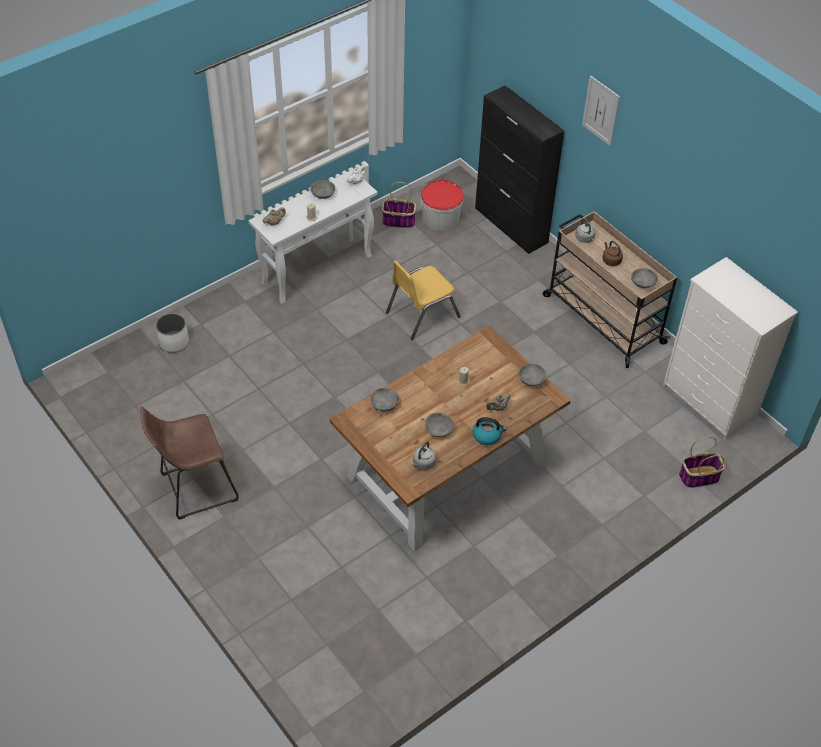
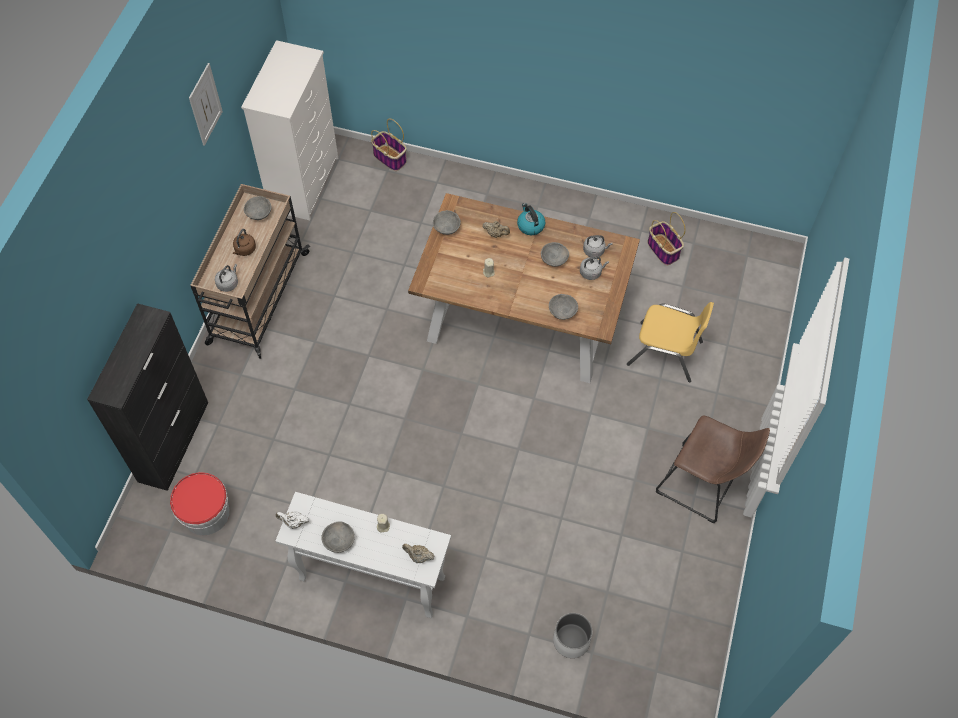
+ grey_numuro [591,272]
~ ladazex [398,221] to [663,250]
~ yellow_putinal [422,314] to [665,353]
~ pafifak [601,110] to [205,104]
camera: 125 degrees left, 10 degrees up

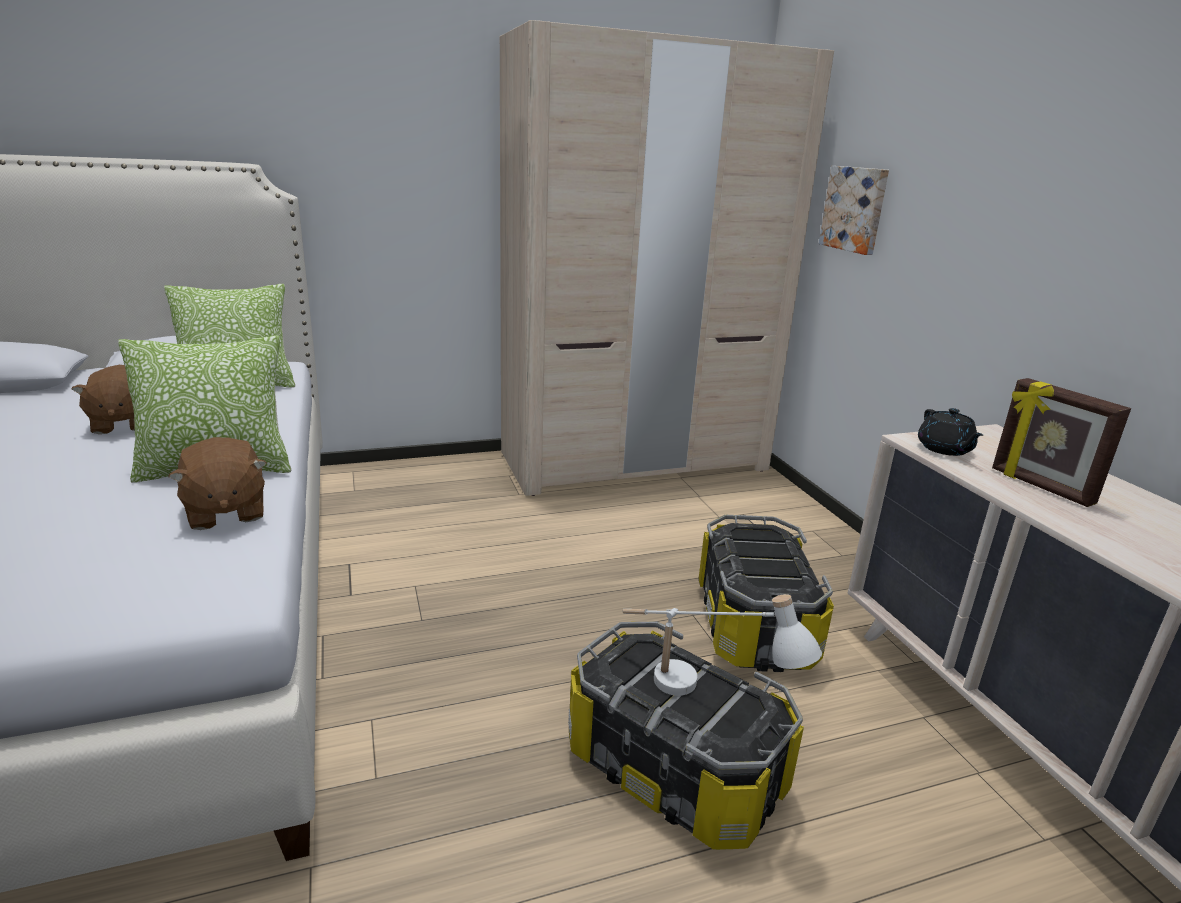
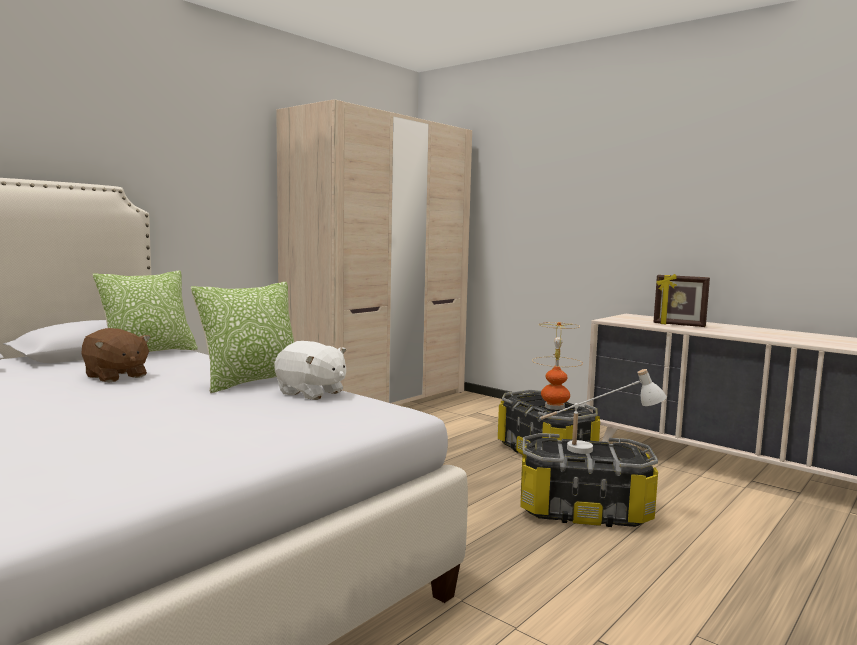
- pafifak [855,209]
- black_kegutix [944,449]
+ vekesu [554,407]
~ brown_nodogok [225,512] to white_nodogok [311,393]
camera: 30 degrees left, 15 degrees down

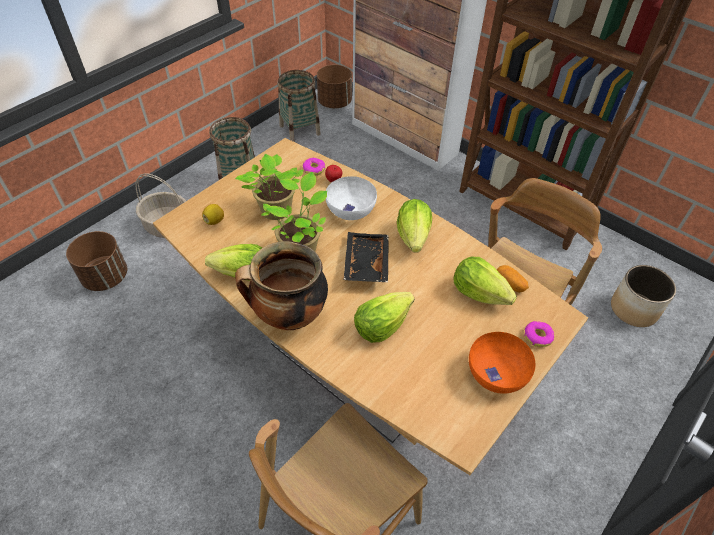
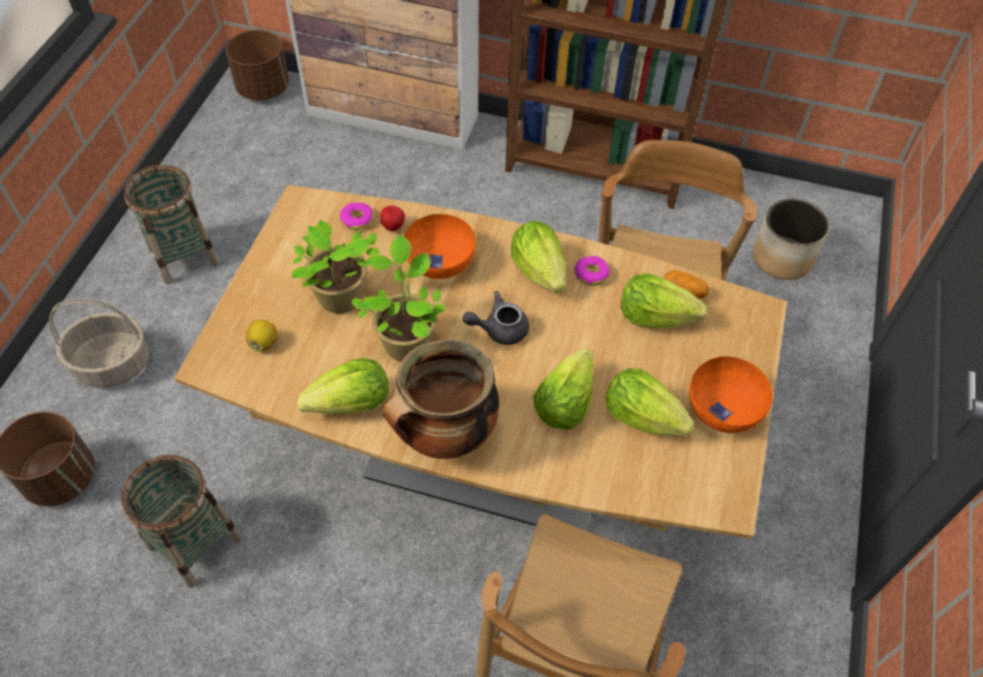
+ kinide [642,416]
~ ladazex [300,130] to [195,542]
~ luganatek [537,336] to [591,274]
~ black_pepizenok [365,263] to grey_kegutix [499,329]
~ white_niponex [350,210] to orange_niponex [440,262]
camera: 25 degrees left, 5 degrees up

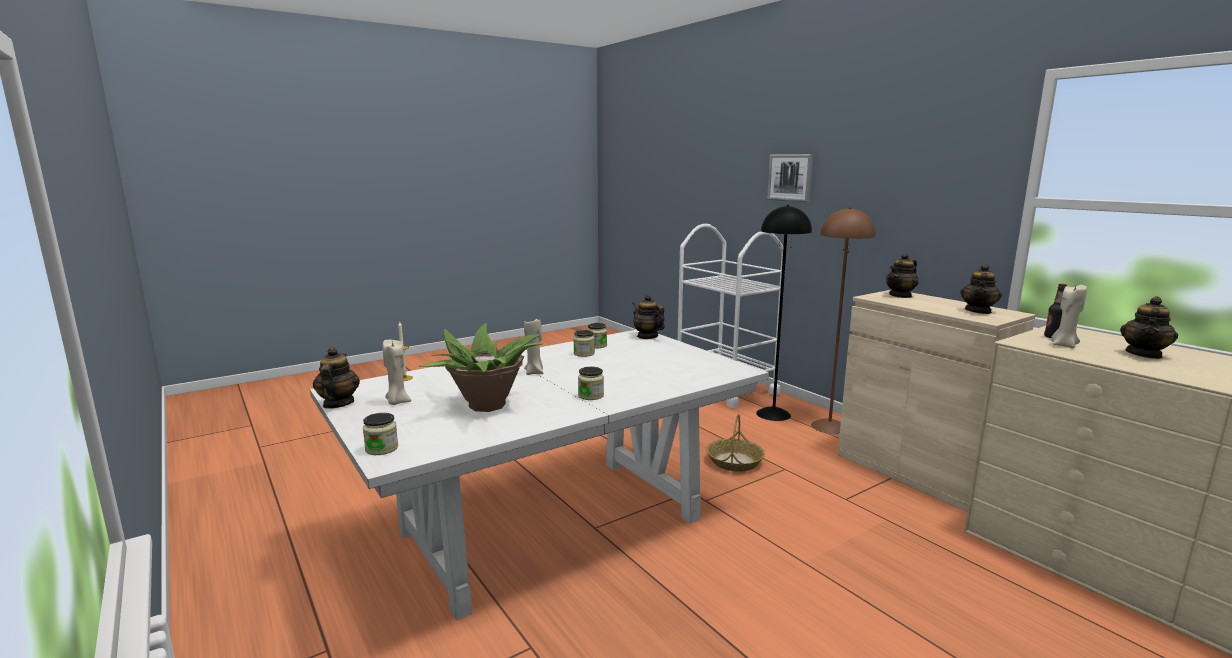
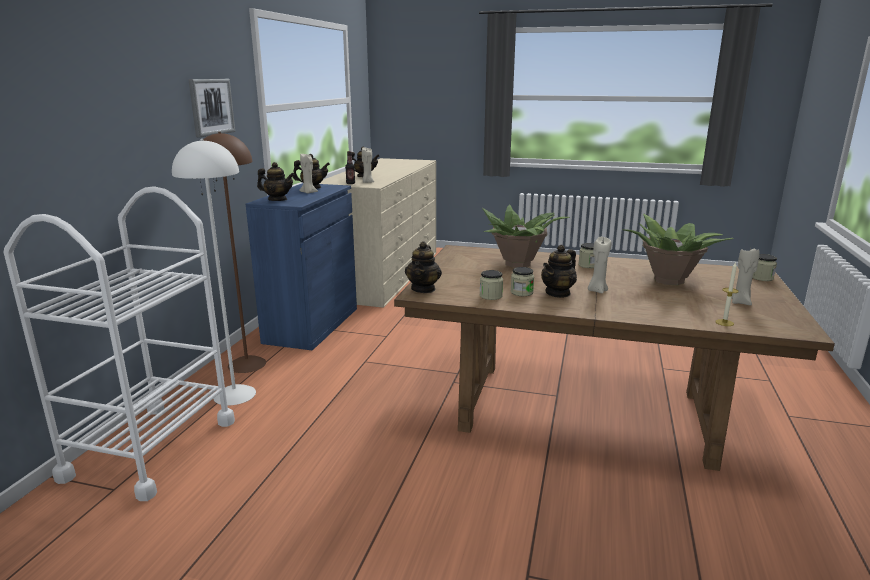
- ladazex [735,462]
+ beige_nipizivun [308,193]
+ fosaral [518,264]
~ kegutix [338,404] to [558,293]
~ pafifak [790,177] to [211,107]
~ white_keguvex [550,526] to brown_keguvex [586,411]
~ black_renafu [773,414] to white_renafu [234,394]
~ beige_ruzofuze [916,471] to blue_ruzofuze [312,325]
camera: 130 degrees left, 5 degrees up

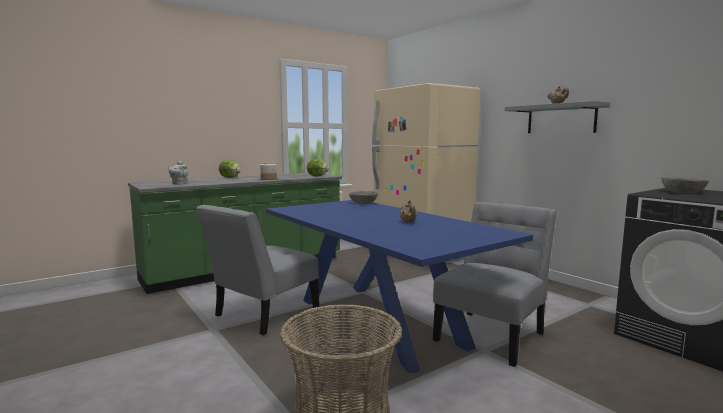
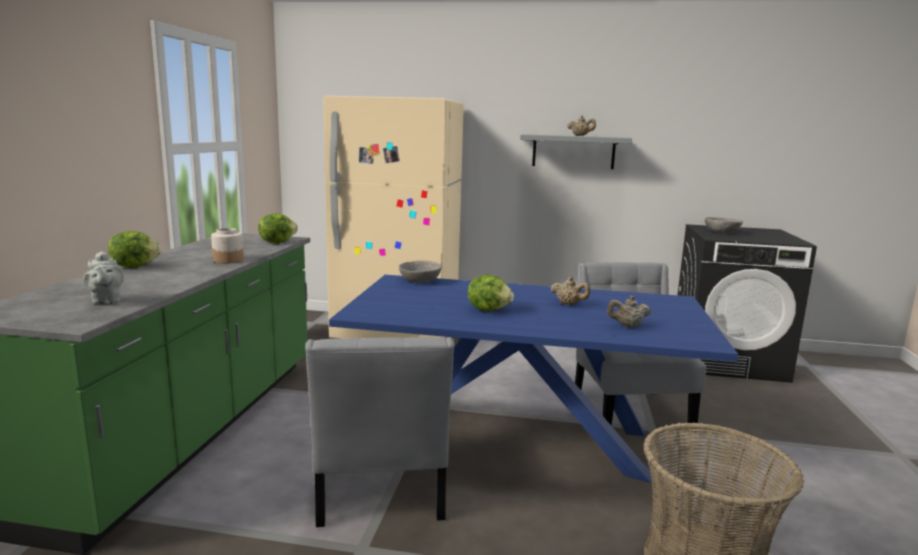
+ kinide [489,310]
+ beige_kegutix [627,326]
camera: 45 degrees left, 5 degrees up

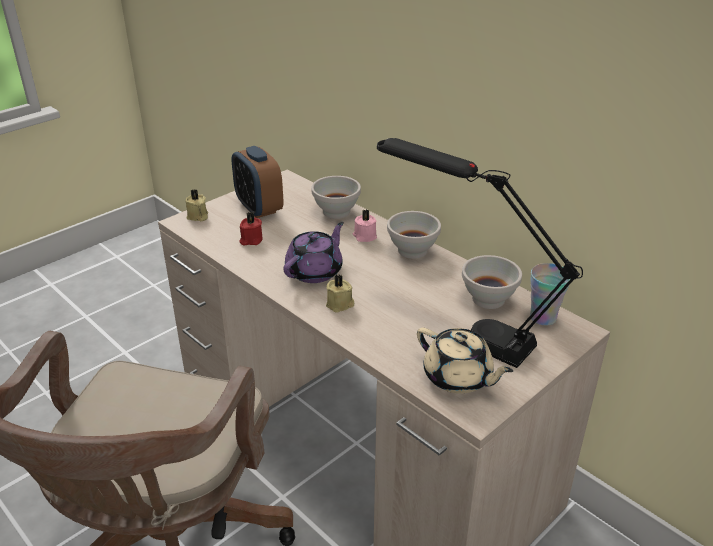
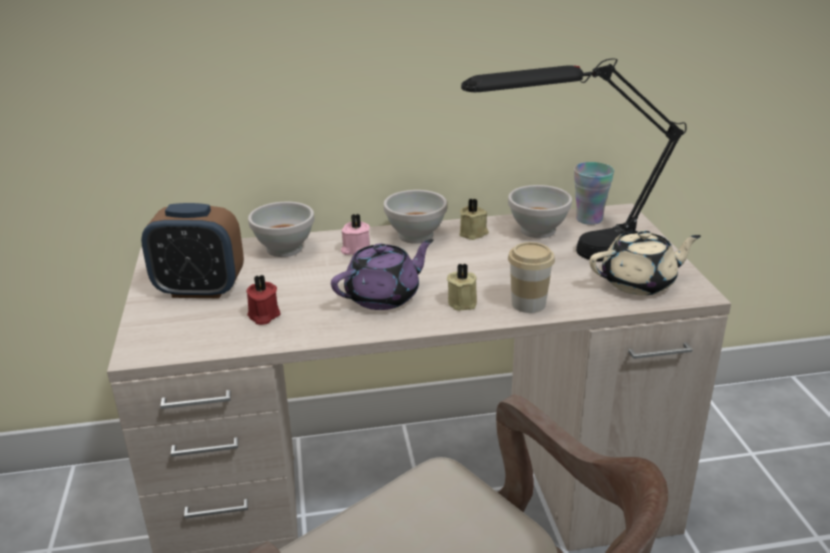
+ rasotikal [528,304]
~ beige_nipizivun [198,216] to [474,233]
~ purple_kegutix [315,271] = [384,296] 75 degrees clockwise
camera: 55 degrees left, 5 degrees down

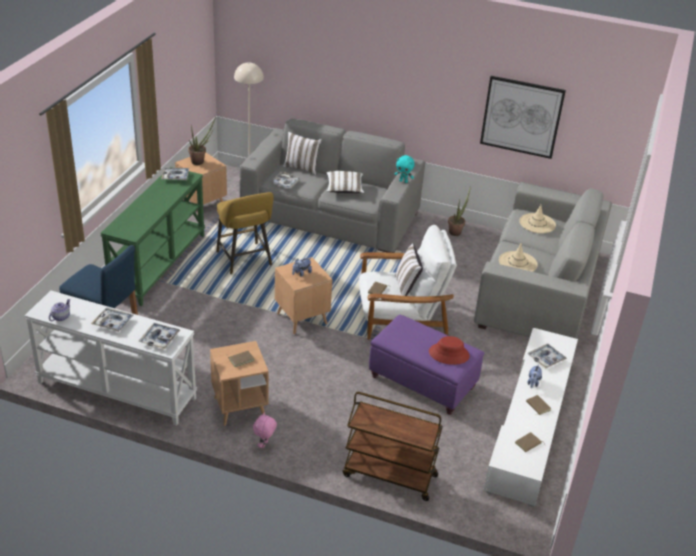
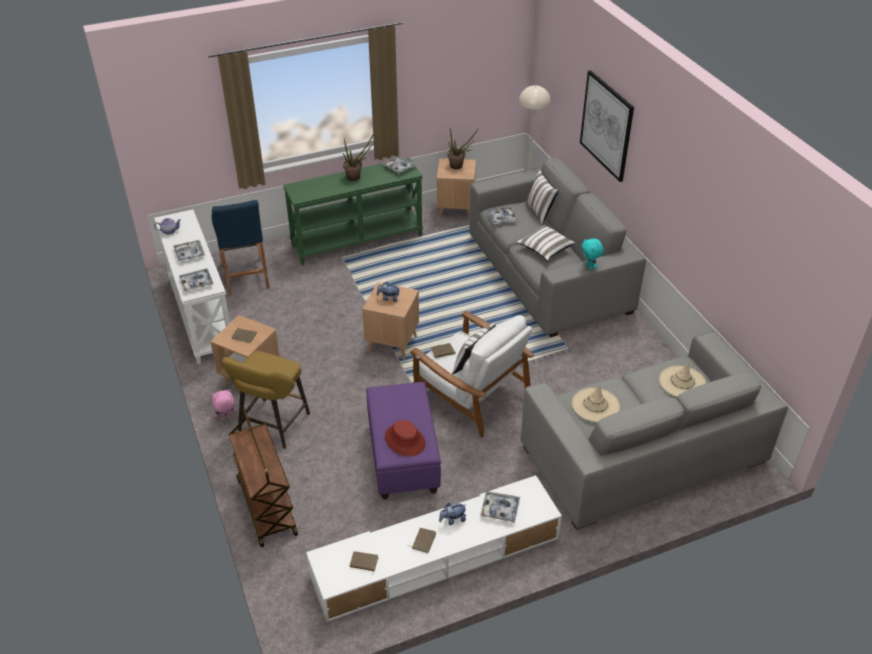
~ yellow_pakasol [245,260] to [272,427]
~ fosaral [456,231] to [356,177]
~ pafifak [521,117] to [606,125]
camera: 50 degrees right, 5 degrees up

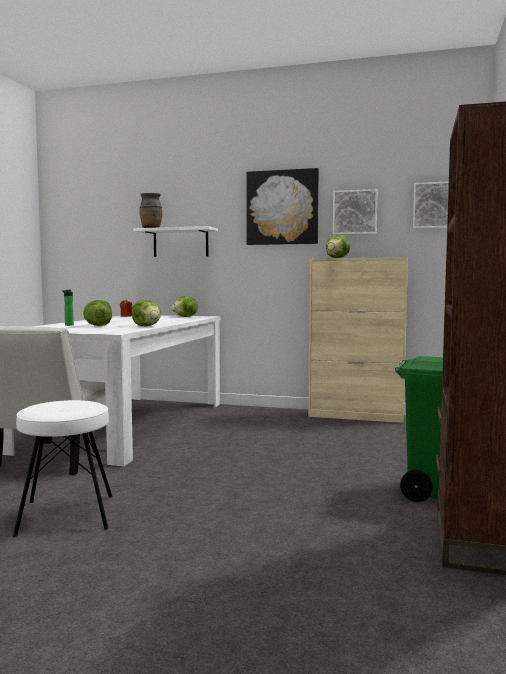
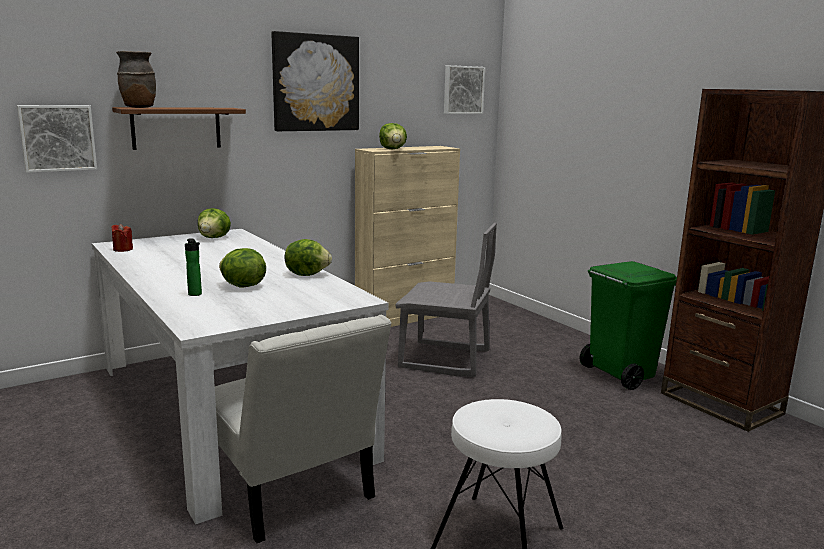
+ grey_putinal [444,360]
~ pafifak [355,212] to [57,138]
~ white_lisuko [180,243] to brown_lisuko [176,128]
camera: 50 degrees left, 10 degrees up

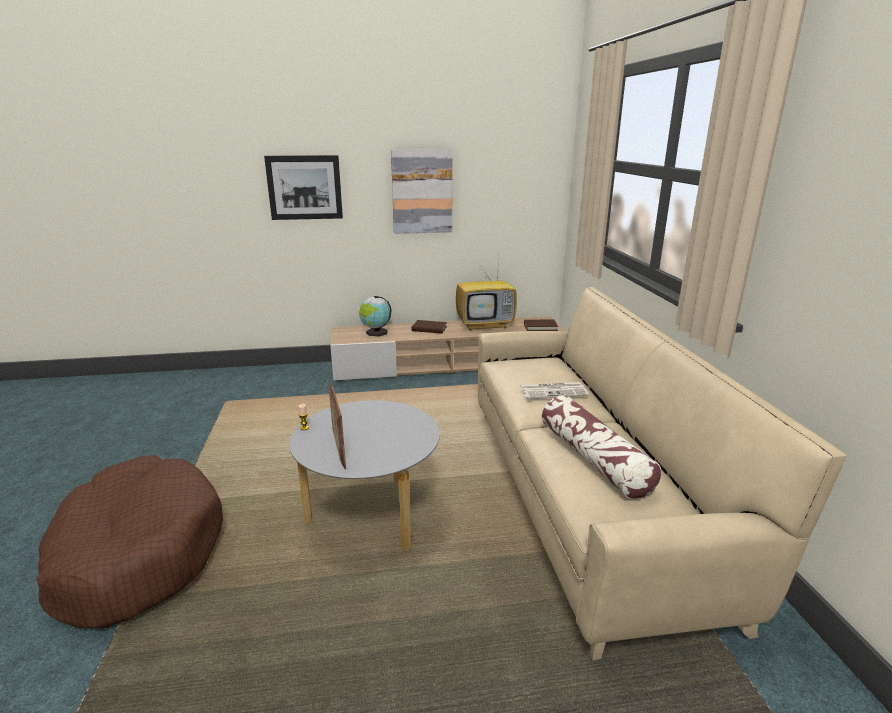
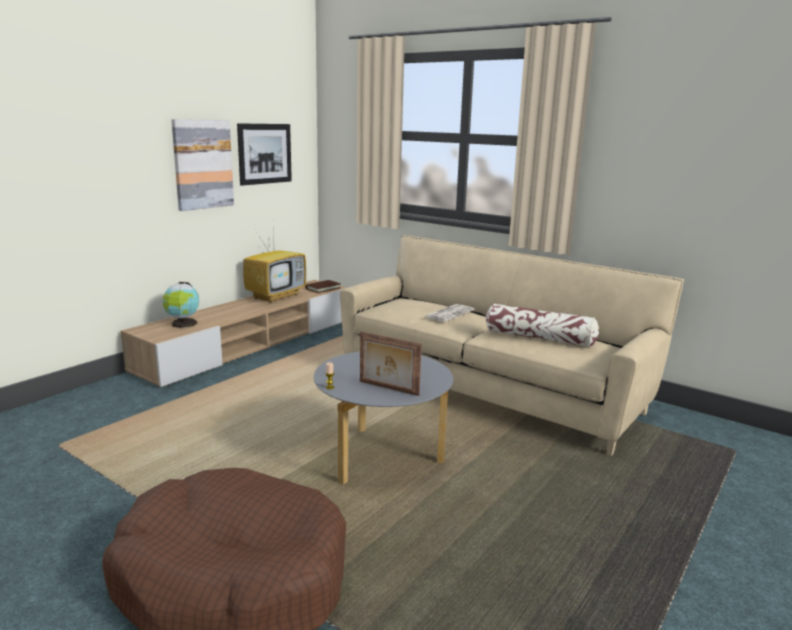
- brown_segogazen [429,329]
~ pafifak [304,187] to [265,153]
camera: 45 degrees left, 5 degrees down

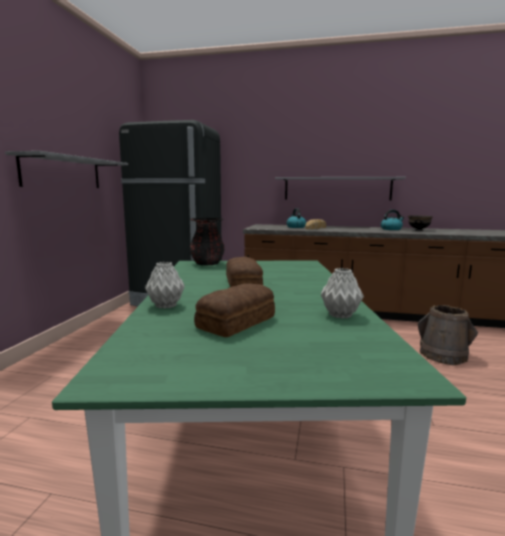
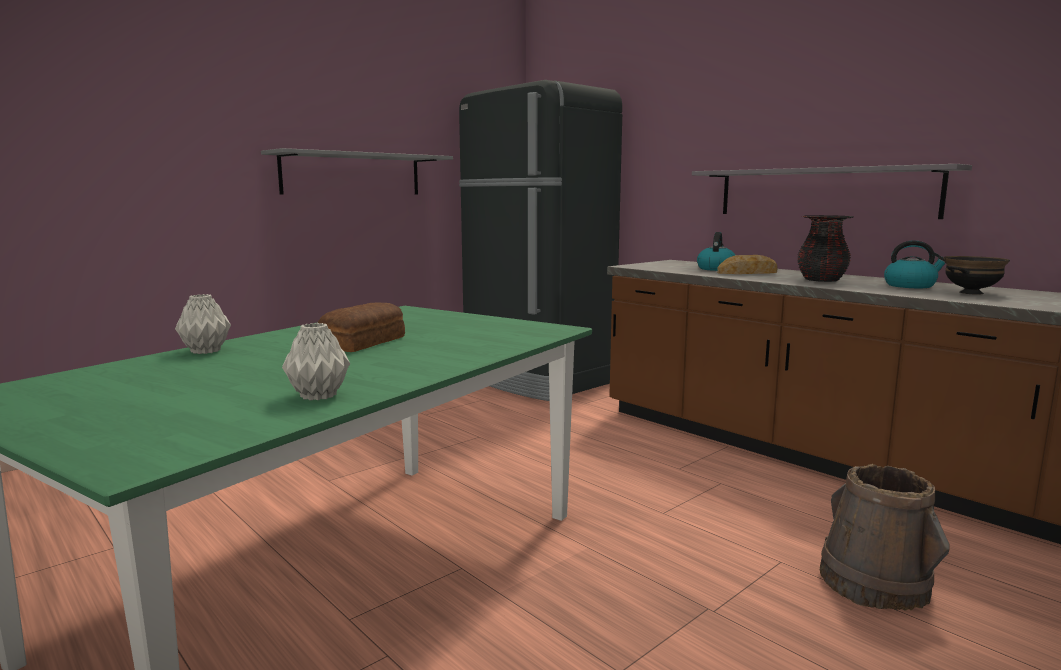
- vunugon [238,322]
~ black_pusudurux [207,263] to [822,280]
camera: 35 degrees right, 0 degrees up

